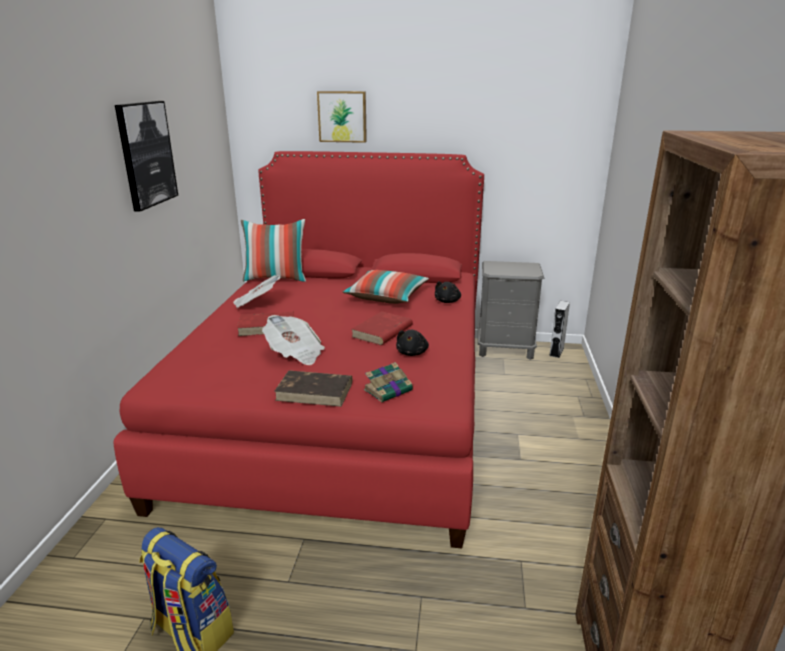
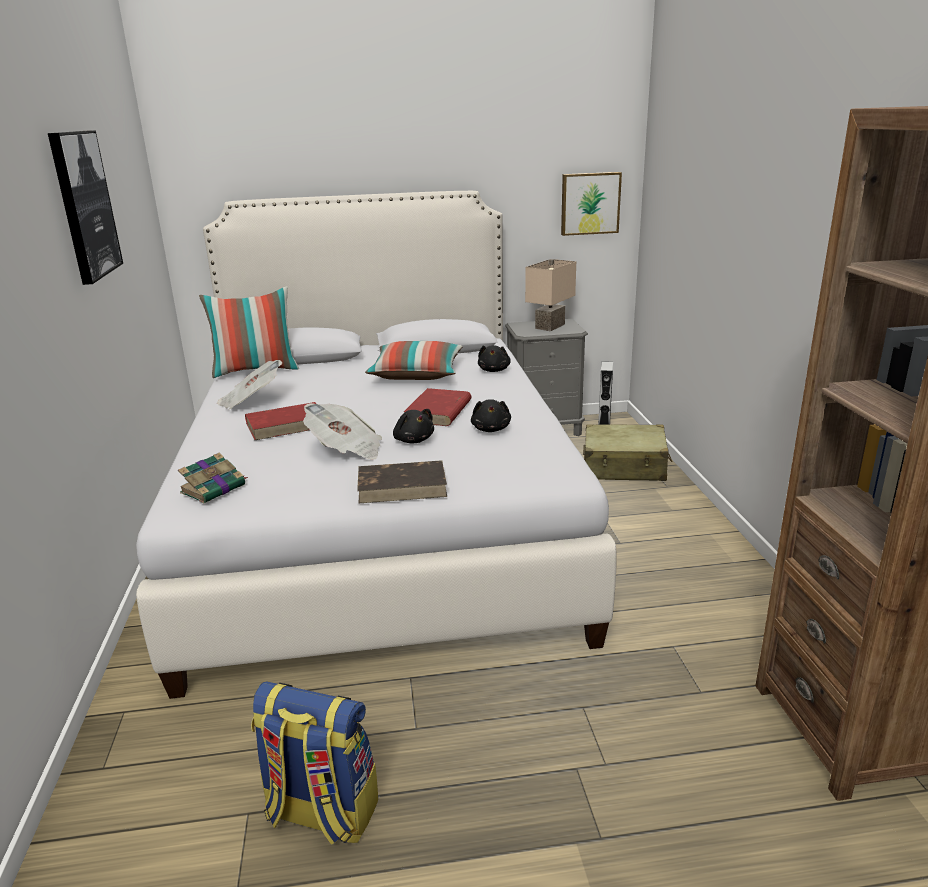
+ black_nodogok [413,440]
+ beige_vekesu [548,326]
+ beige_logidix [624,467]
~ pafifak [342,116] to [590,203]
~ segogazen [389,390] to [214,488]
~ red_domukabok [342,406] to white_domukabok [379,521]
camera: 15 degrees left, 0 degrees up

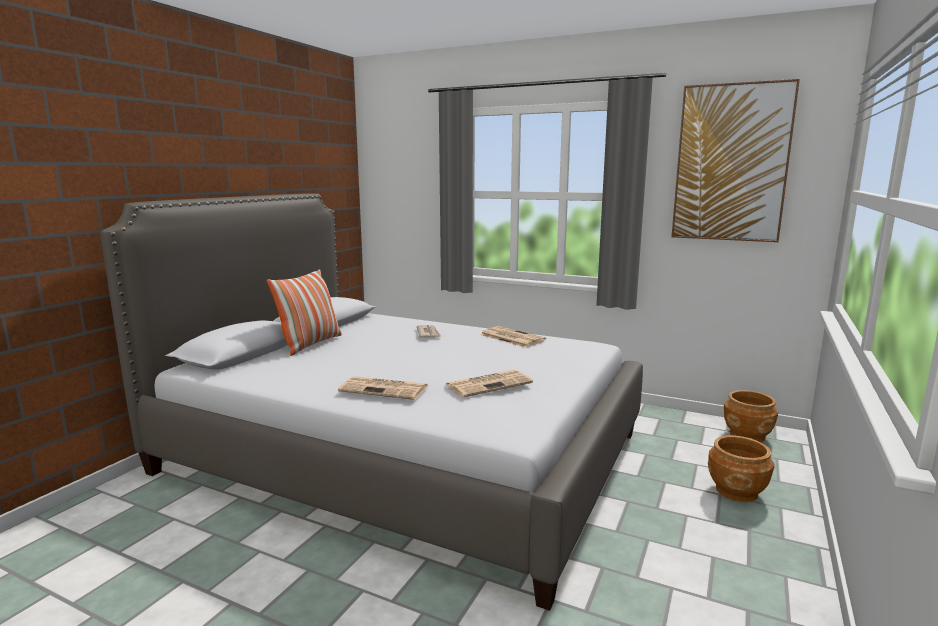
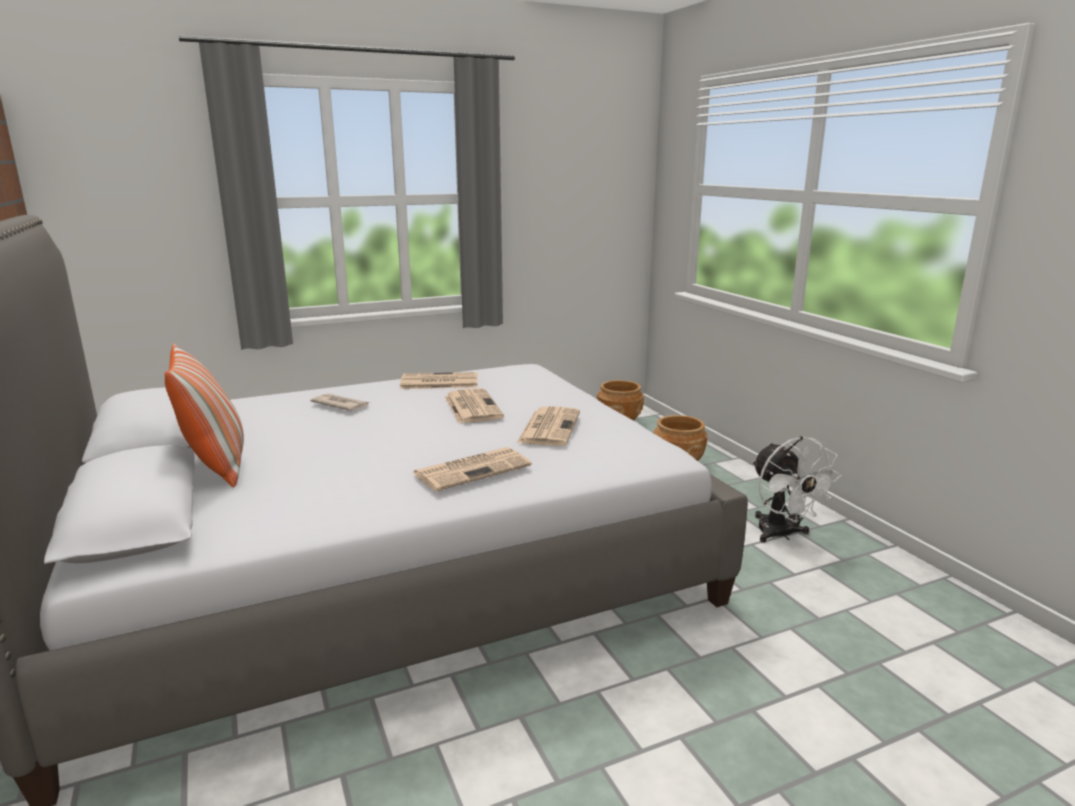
- pafifak [731,163]
+ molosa [471,406]
+ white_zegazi [781,535]
camera: 50 degrees left, 5 degrees up

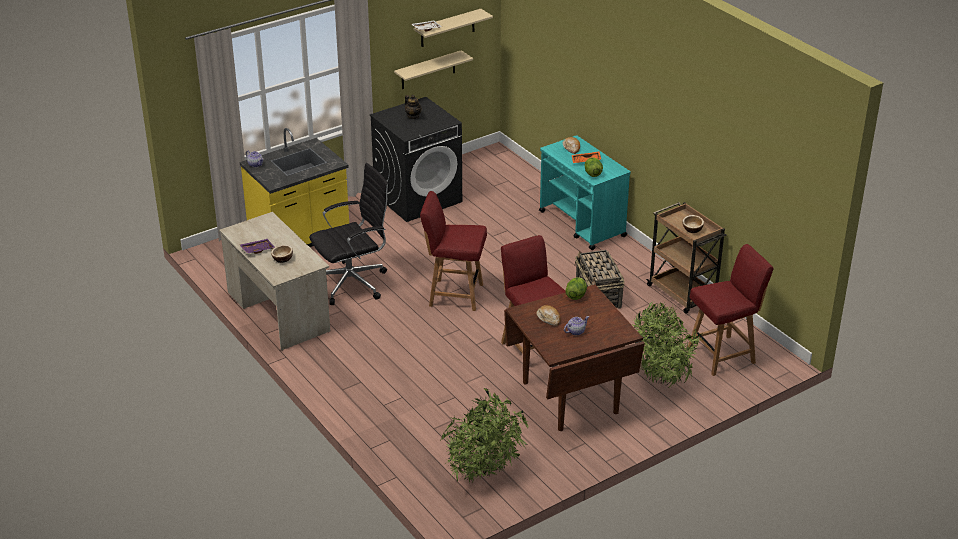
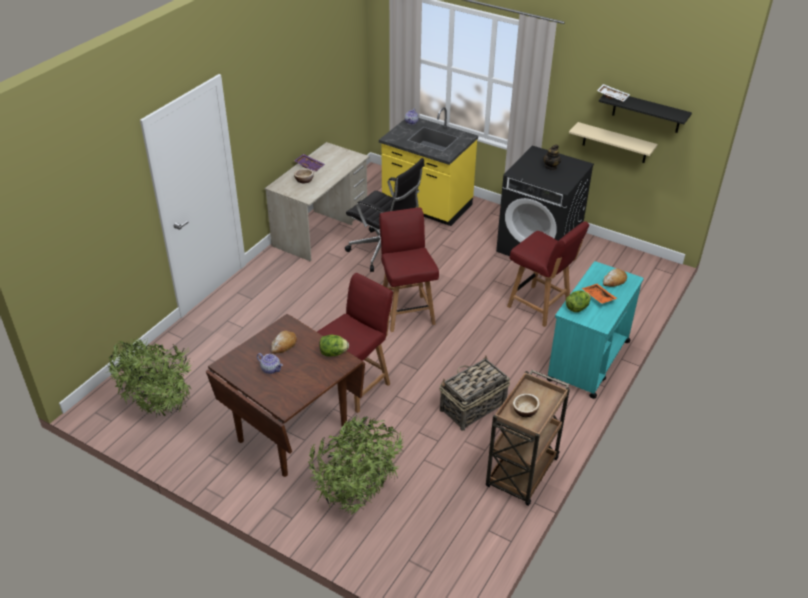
~ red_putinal [722,355] to [540,306]
~ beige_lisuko [447,28] to black_lisuko [646,112]
camera: 65 degrees right, 5 degrees up

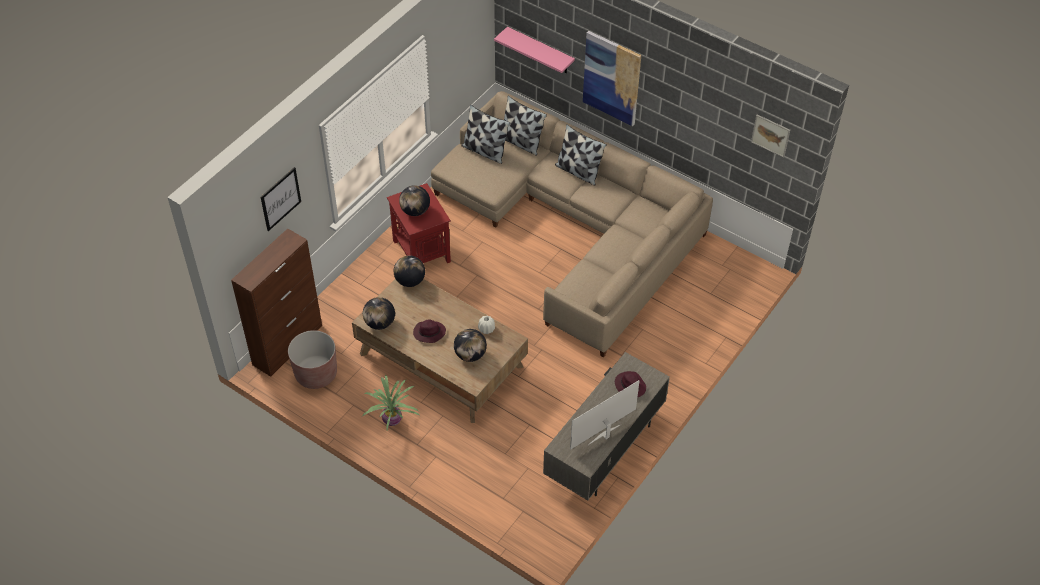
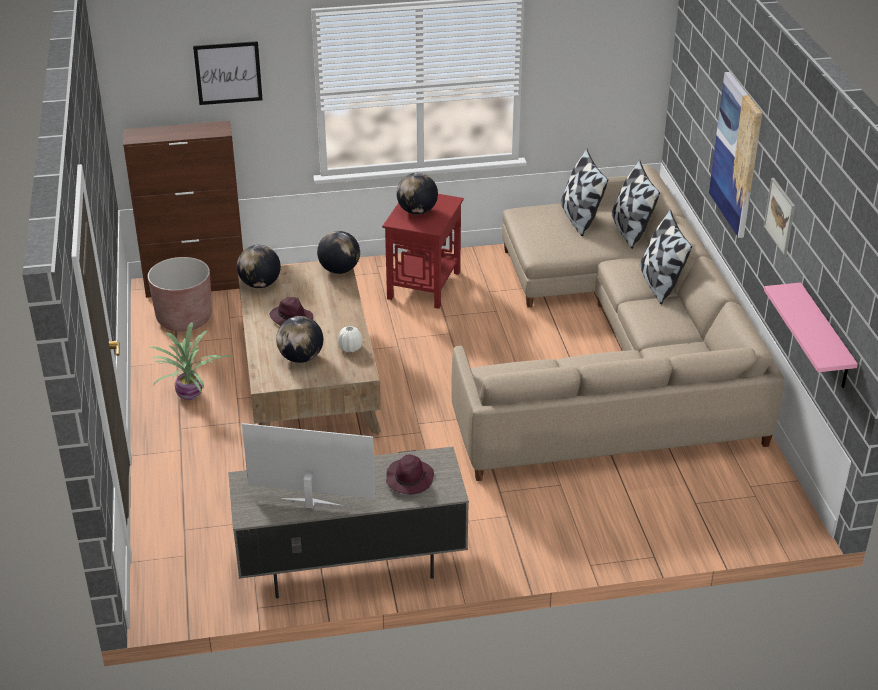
~ pink_lisuko [540,51] to [824,338]
~ pafifak [770,135] to [780,216]
camera: 45 degrees right, 15 degrees down

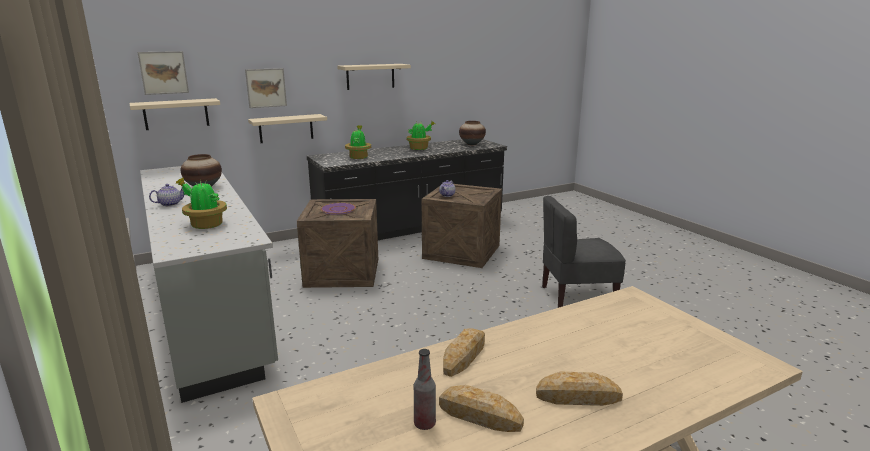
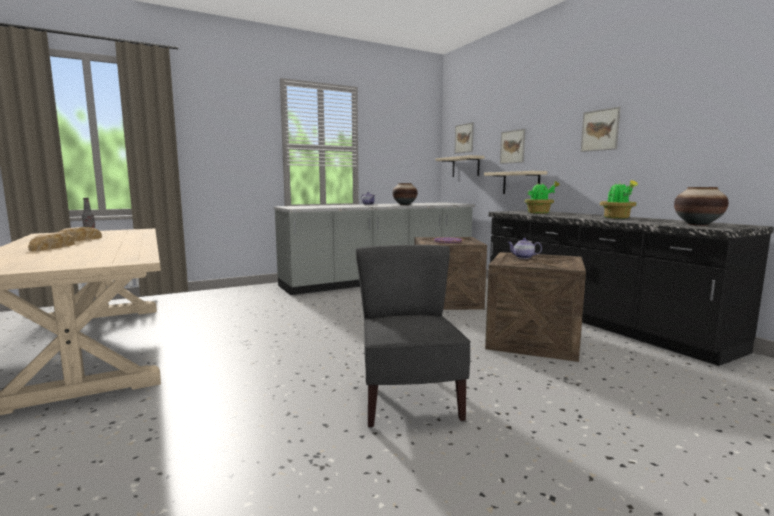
- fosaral [205,225]
- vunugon [464,356]
~ beige_lisuko [370,76] to pafifak [600,130]
camera: 90 degrees right, 10 degrees down

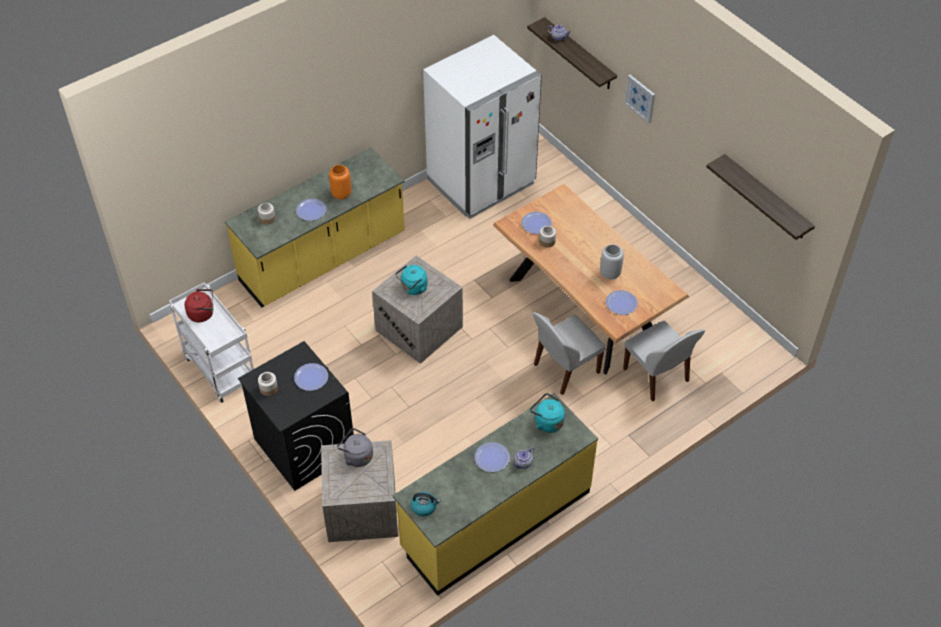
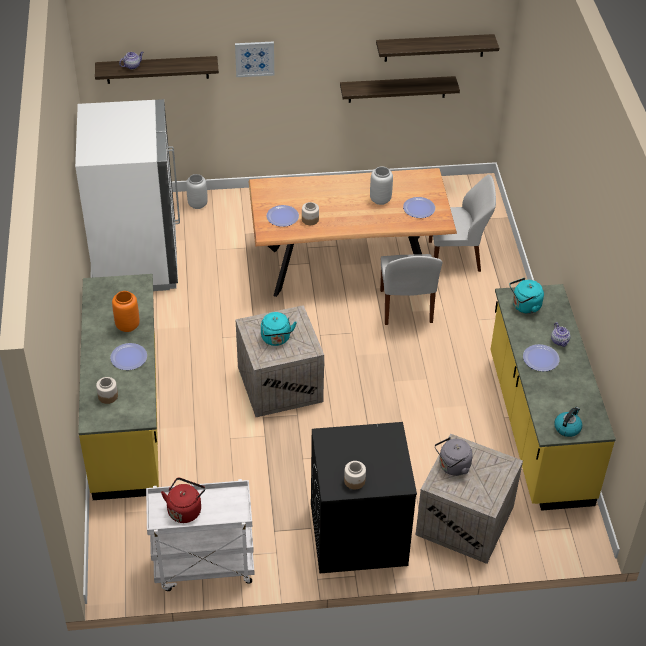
- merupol [311,377]
+ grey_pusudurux [197,204]
+ lisuko [397,89]
camera: 60 degrees left, 5 degrees down

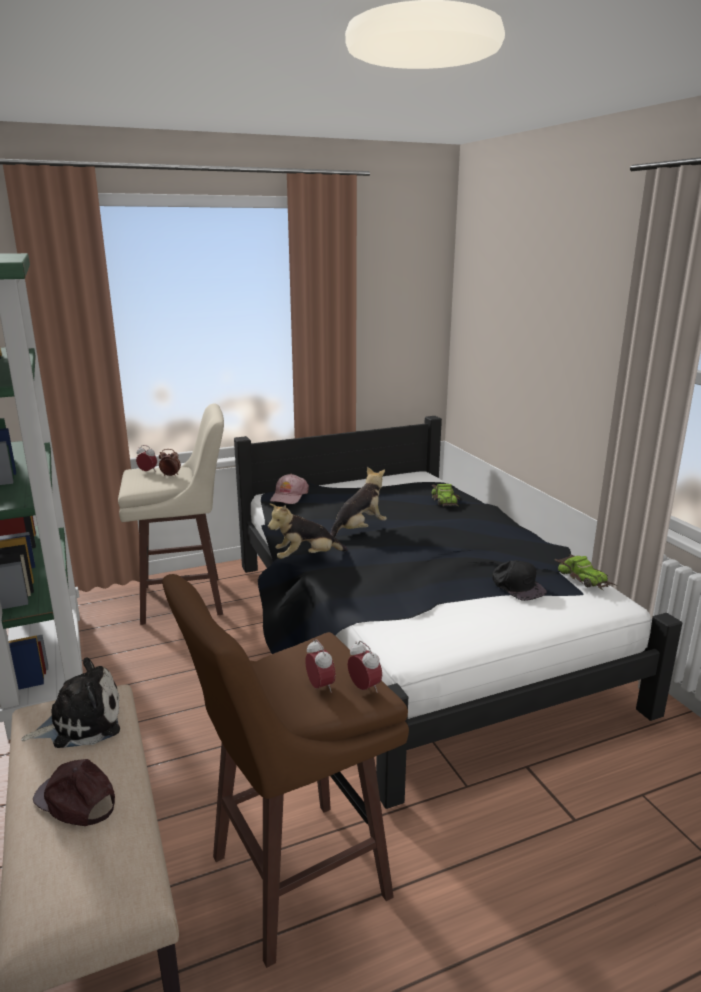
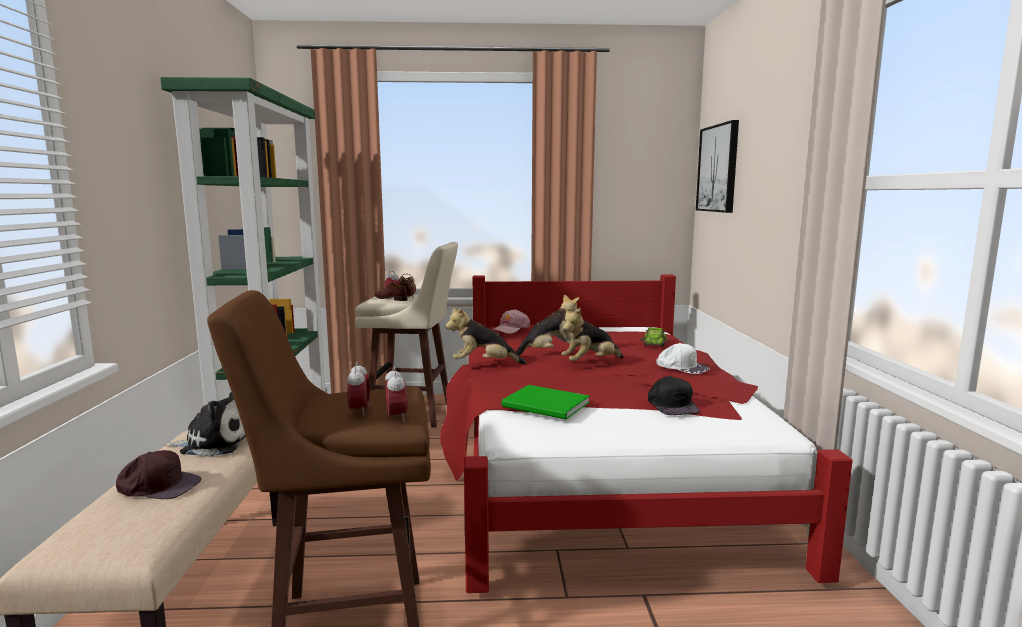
- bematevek [584,578]
+ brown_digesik [391,299]
+ green_segogazen [547,405]
+ nodogok [590,363]
+ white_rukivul [682,367]
+ pafifak [718,168]
~ black_domukabok [413,634] to red_domukabok [597,467]
~ brown_rukivul [76,800] = [158,486] 135 degrees clockwise
camera: 20 degrees right, 10 degrees down

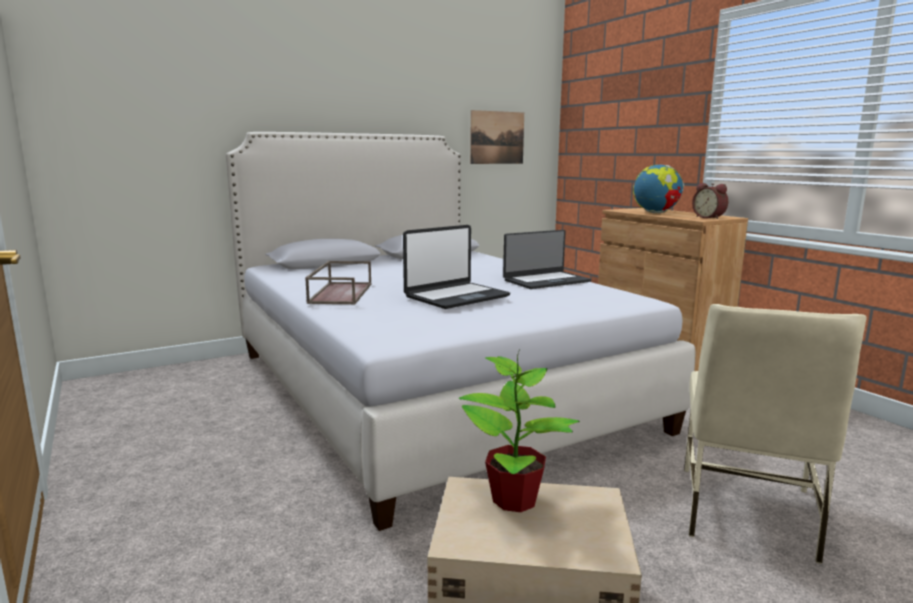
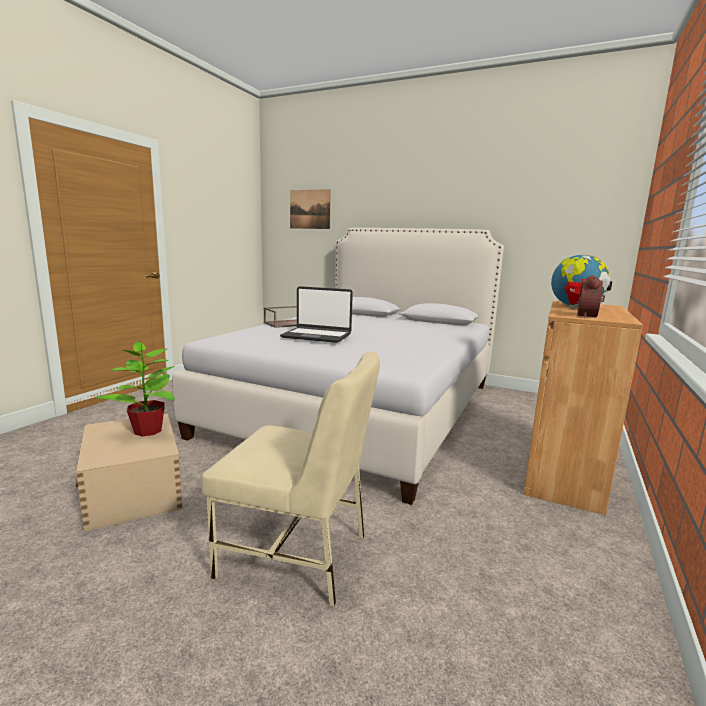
- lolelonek [546,281]
~ pafifak [497,137] to [310,209]
~ beige_putinal [747,512] = [297,555] 150 degrees counterclockwise
camera: 55 degrees right, 0 degrees up

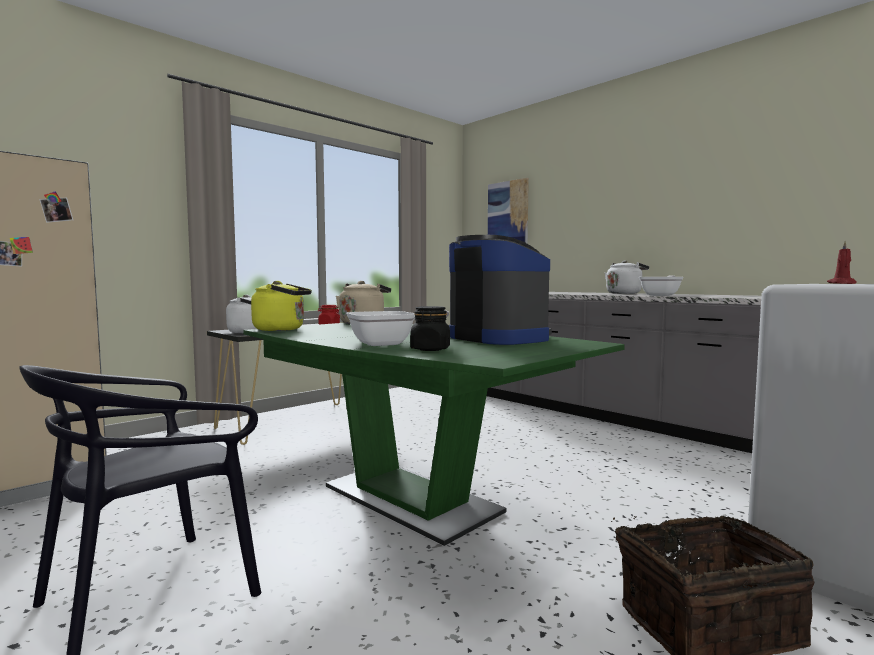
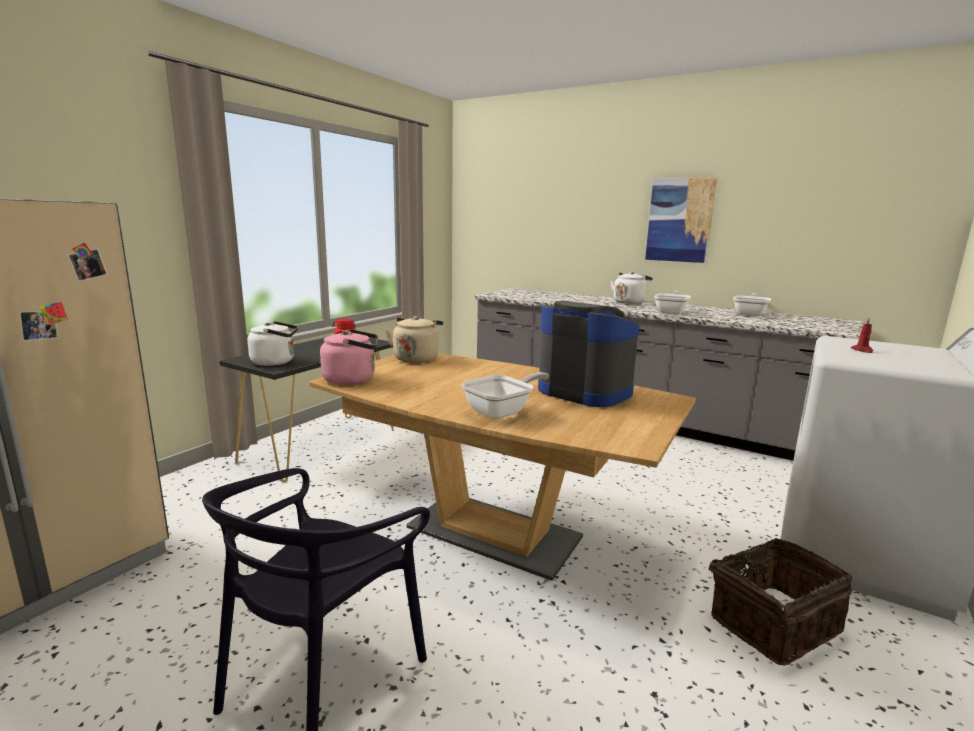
- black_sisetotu [430,349]
+ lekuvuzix [750,314]
~ pafifak [508,215] to [679,220]
~ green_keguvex [410,499] to brown_keguvex [493,533]
~ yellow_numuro [282,329] to pink_numuro [353,380]
camera: 15 degrees left, 10 degrees up

